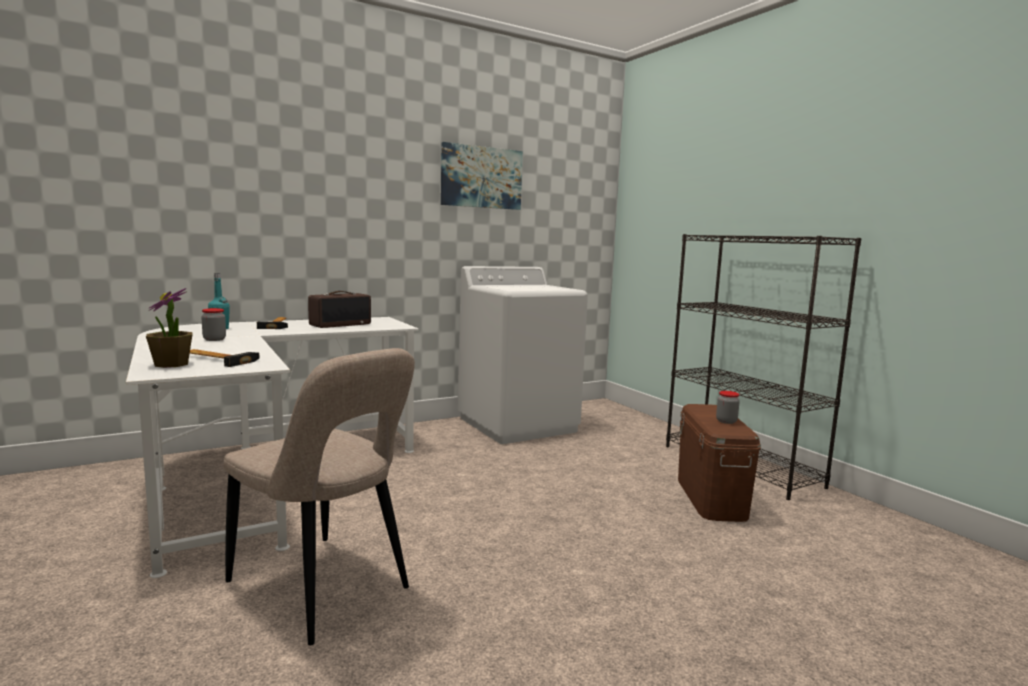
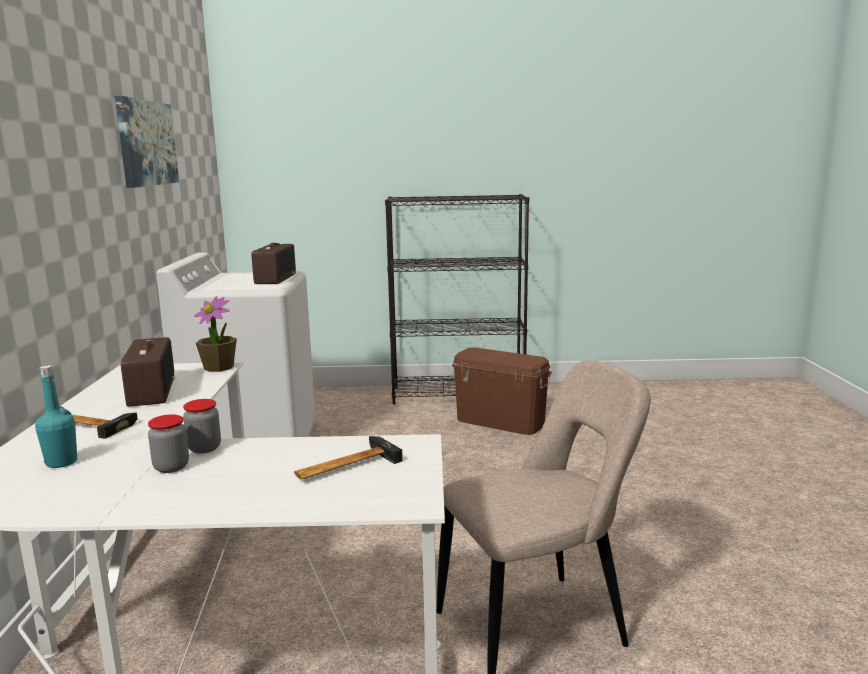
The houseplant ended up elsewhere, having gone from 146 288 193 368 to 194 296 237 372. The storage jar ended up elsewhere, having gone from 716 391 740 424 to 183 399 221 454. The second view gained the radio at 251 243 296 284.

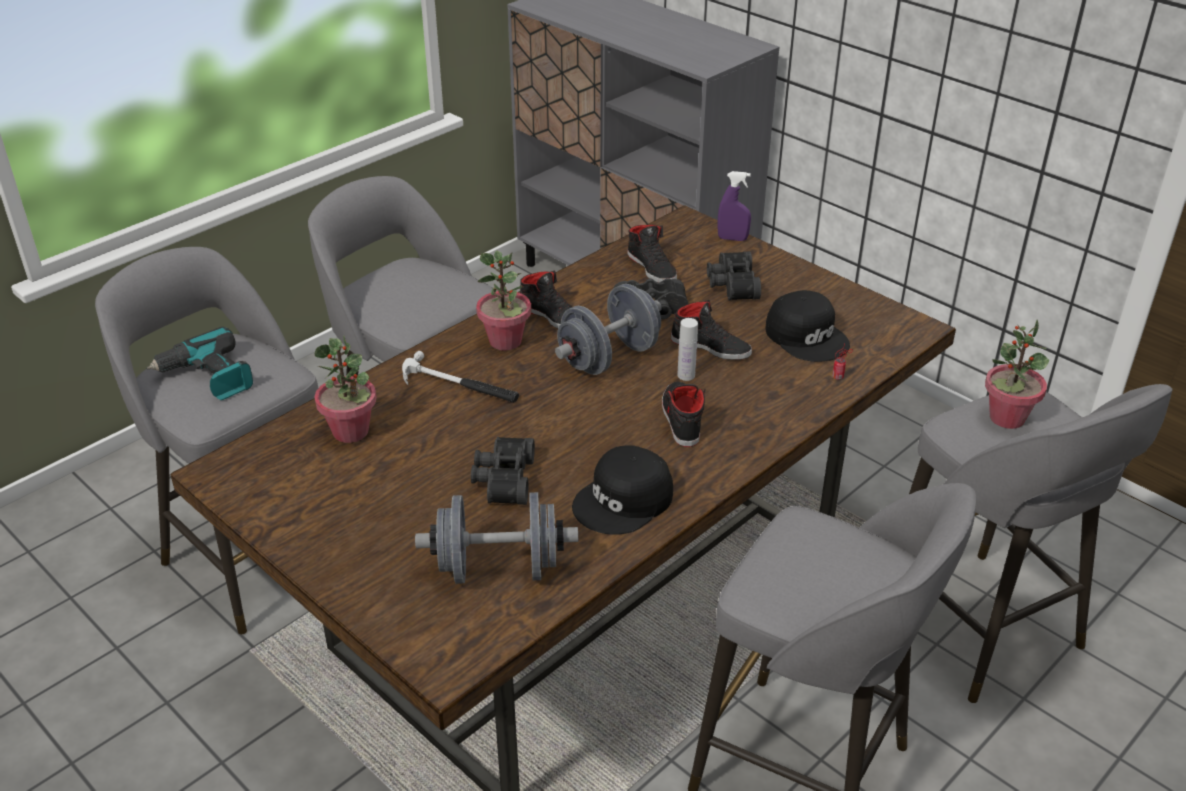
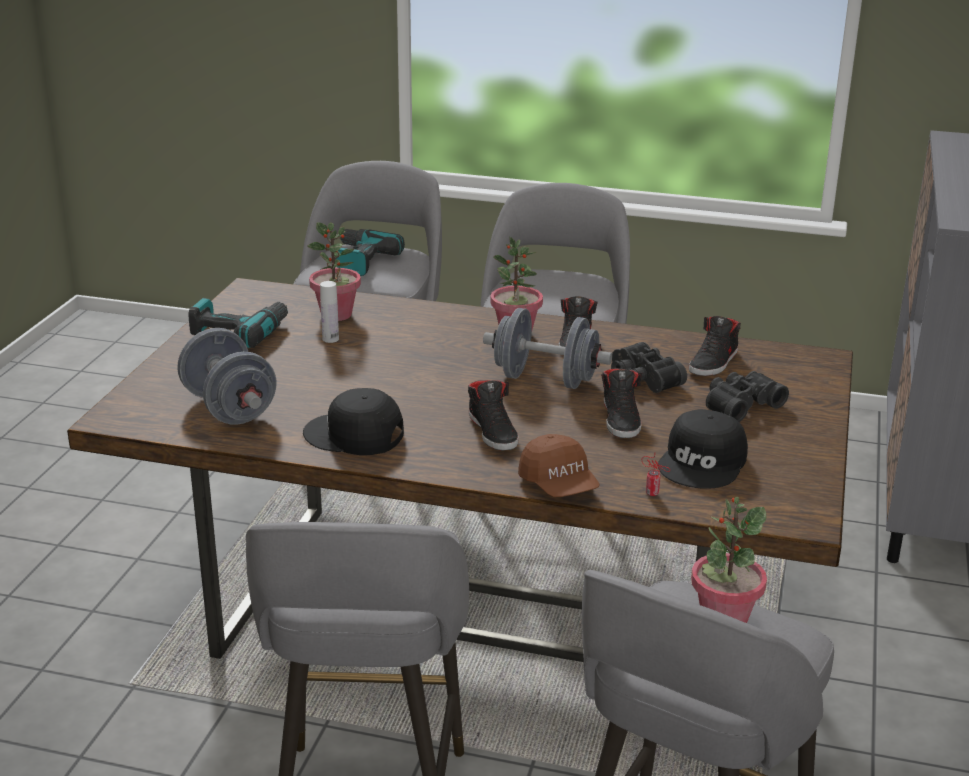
The second view lost the purple spray bottle at 717 171 751 241. The white bottle ended up elsewhere, having gone from 677 318 698 381 to 320 281 339 343. The second view lost the hand hammer at 402 351 519 403. The blackish item of footwear at 662 381 706 447 ended up facing another way, 105 degrees clockwise from before. The second view lost the blackish field glasses at 471 437 535 505. The second view gained the drill at 188 298 288 348. The second view gained the brown-coloured cap at 518 434 600 497.

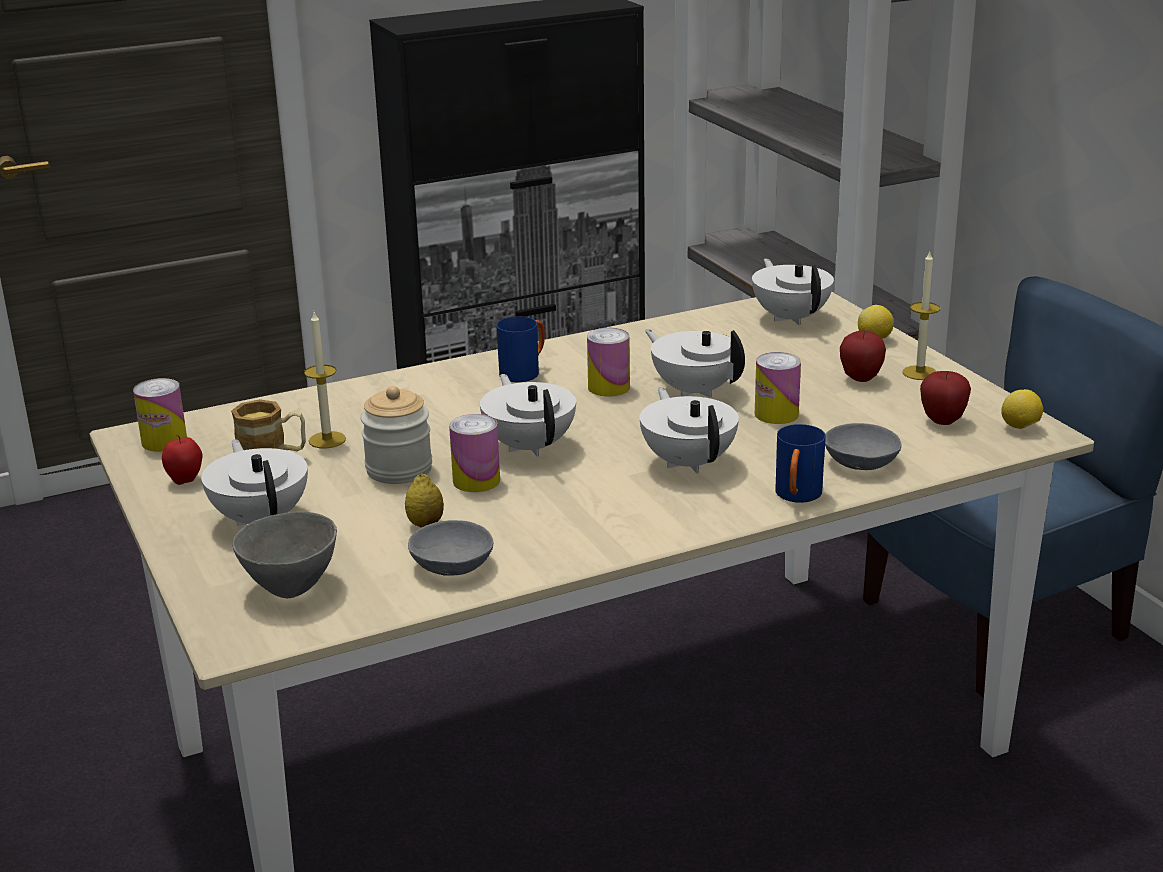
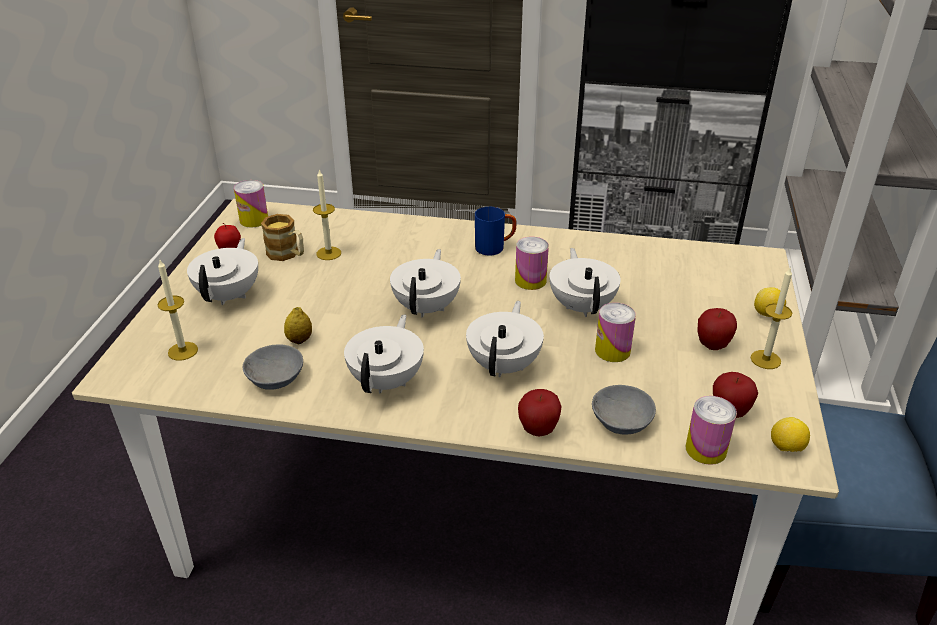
The white tea pot ended up elsewhere, having gone from 752 259 834 325 to 344 314 424 394. The second view lost the storage jar at 360 386 432 484. The can ended up elsewhere, having gone from 449 414 500 492 to 685 396 737 465. Where the blue coffee mug stood at 775 424 826 503, the apple came to stand at 518 389 562 437. Where the greyish bowl stood at 232 511 337 598, the wax candle came to stand at 157 260 198 361.

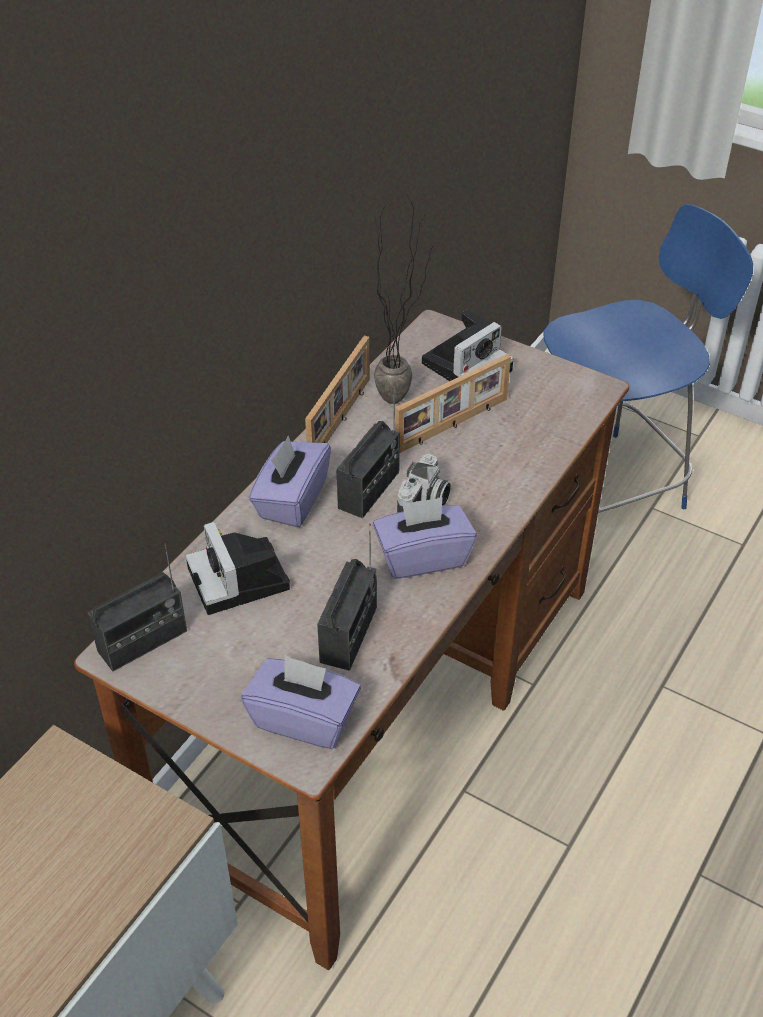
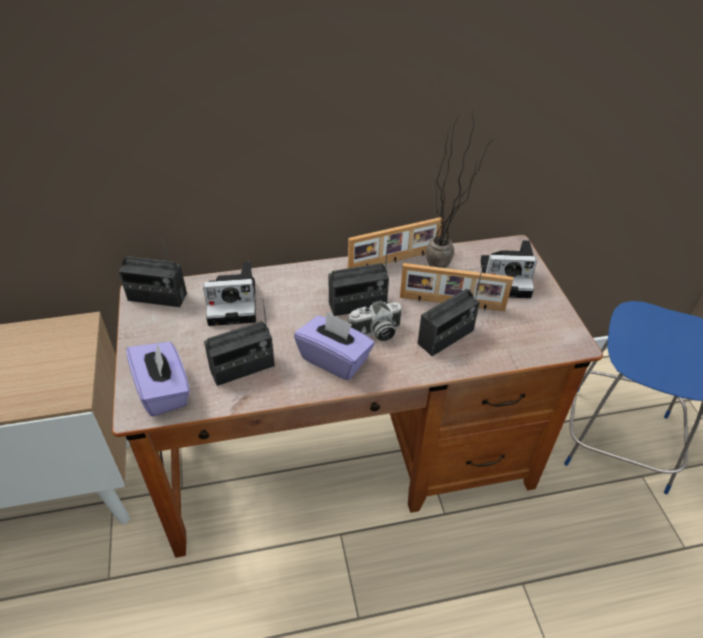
The second view lost the purple tissue holder at 249 436 331 527. The photo camera at 186 522 290 615 ended up facing another way, 120 degrees counterclockwise from before. The second view gained the radio at 418 265 483 356.

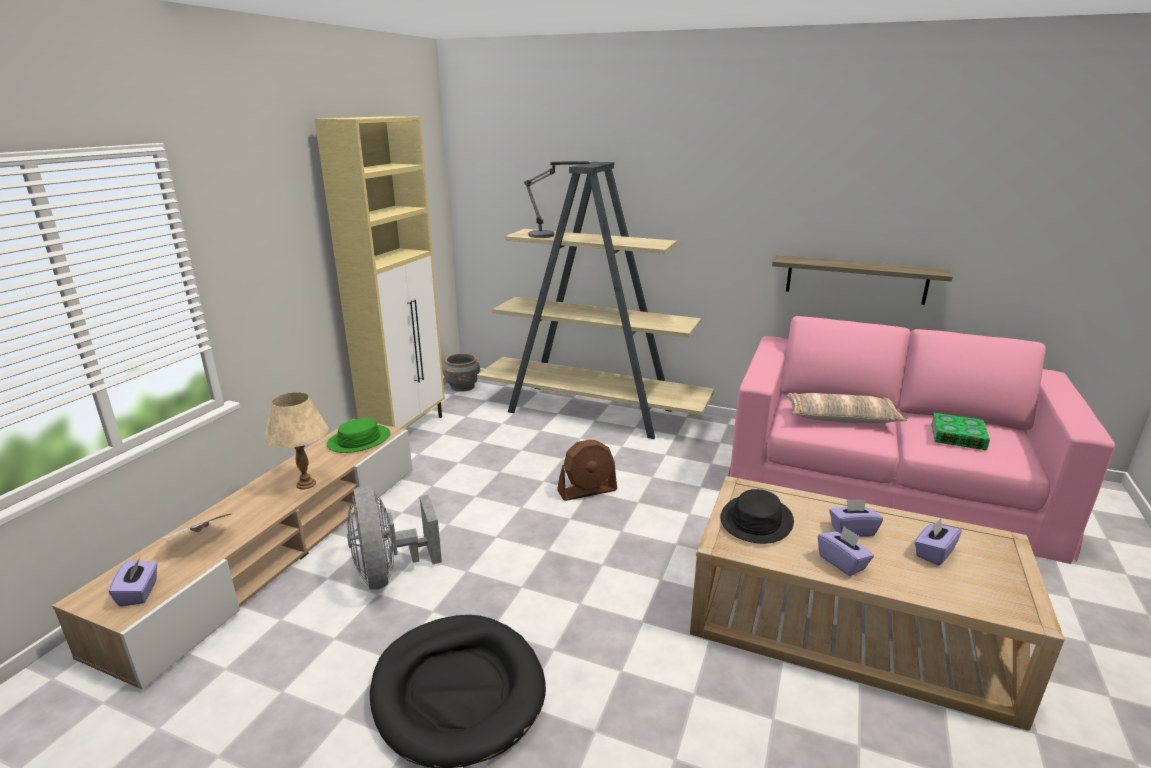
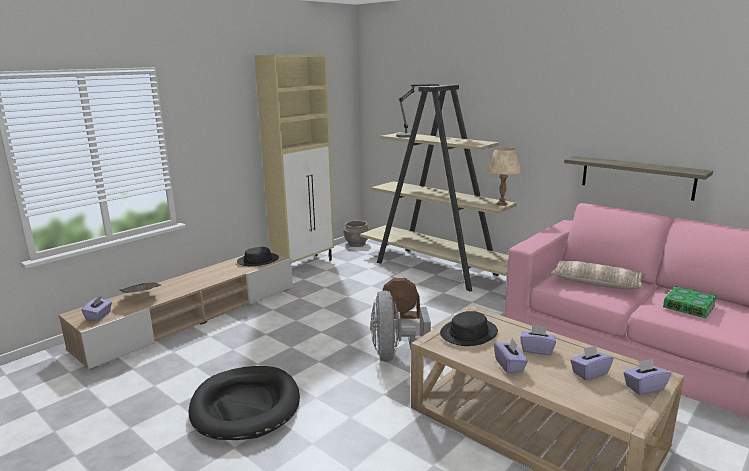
The beige table lamp ended up elsewhere, having gone from 264 392 328 489 to 486 147 522 206. What was the greenish clothing hat at 326 418 391 453 turned into the blackish clothing hat at 237 247 279 266. The greyish cooling fan ended up elsewhere, having gone from 347 485 442 590 to 370 291 431 362. The second view gained the purple tissue holder at 623 359 671 395.

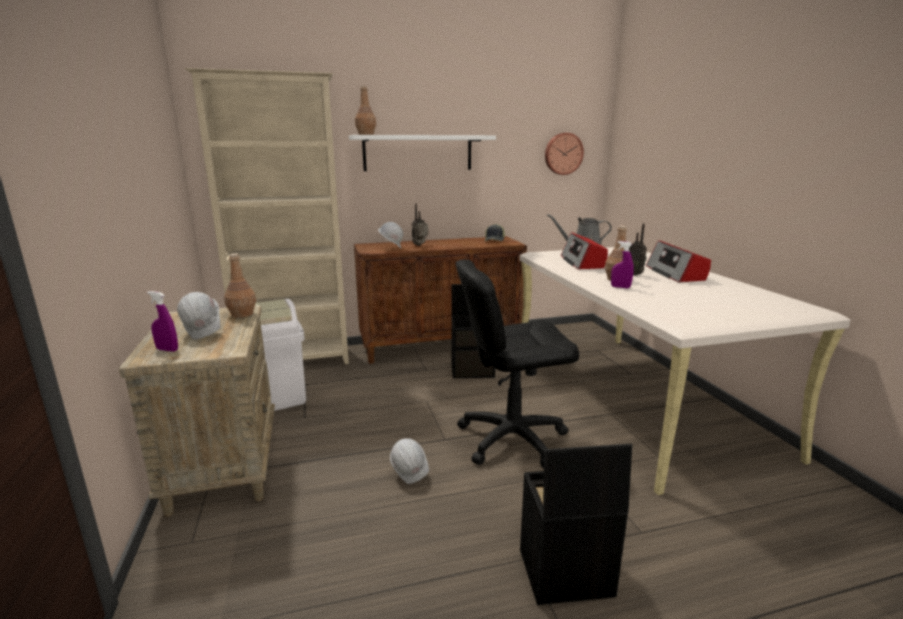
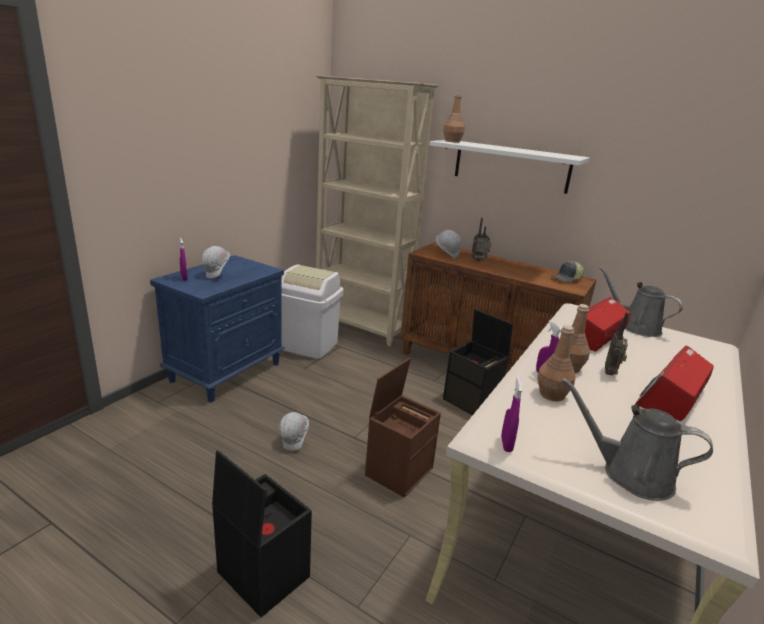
The second view lost the hanging clock at 545 133 584 175. The brown-coloured bottle ended up elsewhere, having gone from 224 253 256 318 to 537 325 576 401. Where the blackish desk chair stood at 456 260 579 469, the brown-coloured storage container came to stand at 365 358 441 497. What was the beige night table at 119 305 275 517 turned into the blue night table at 150 255 285 402. The second view gained the purple spray bottle at 501 376 523 452. The second view gained the greyish watering pot at 561 378 713 501.

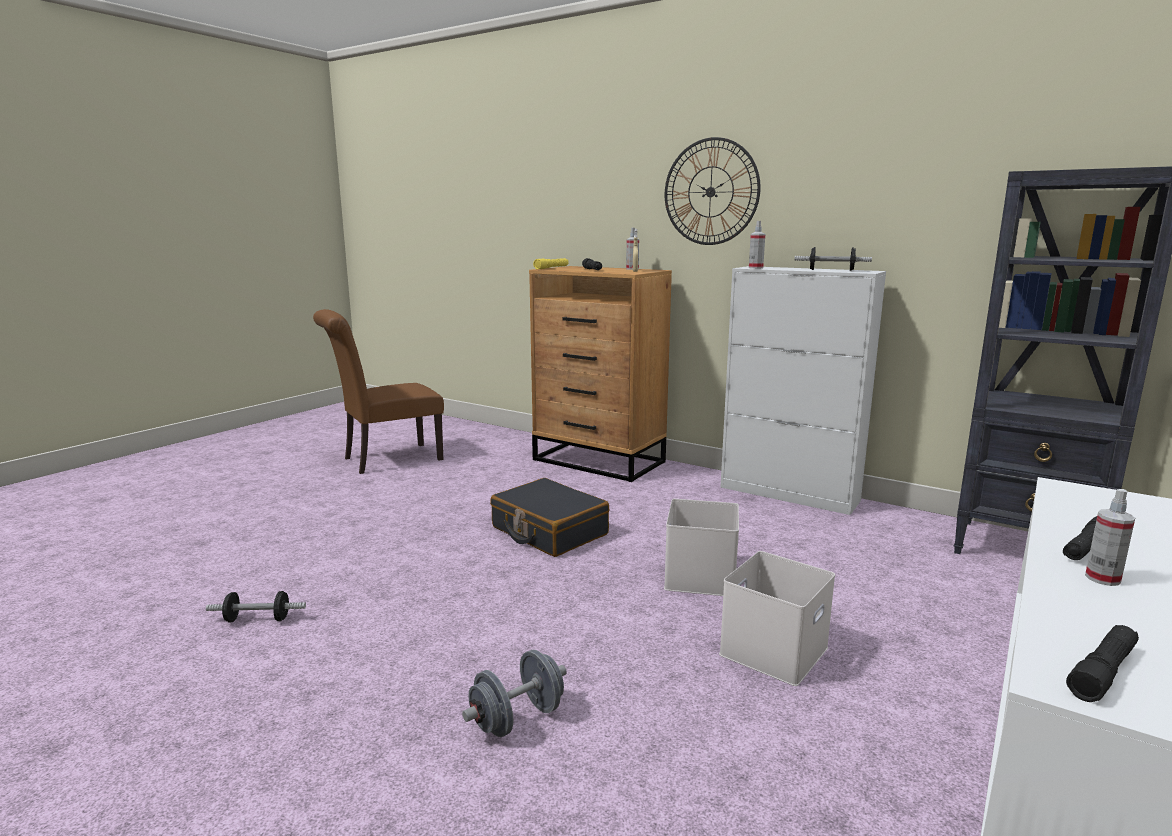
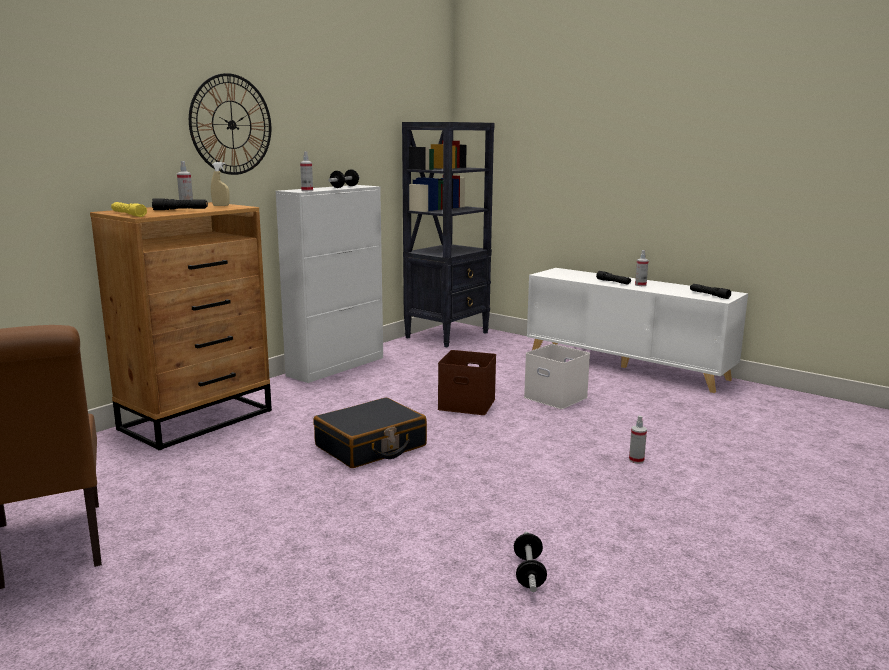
What was the white storage container at 664 499 739 596 turned into the brown-coloured storage container at 438 350 496 415. Where the greyish free weight stood at 462 650 567 737, the spray bottle came to stand at 629 416 647 464.

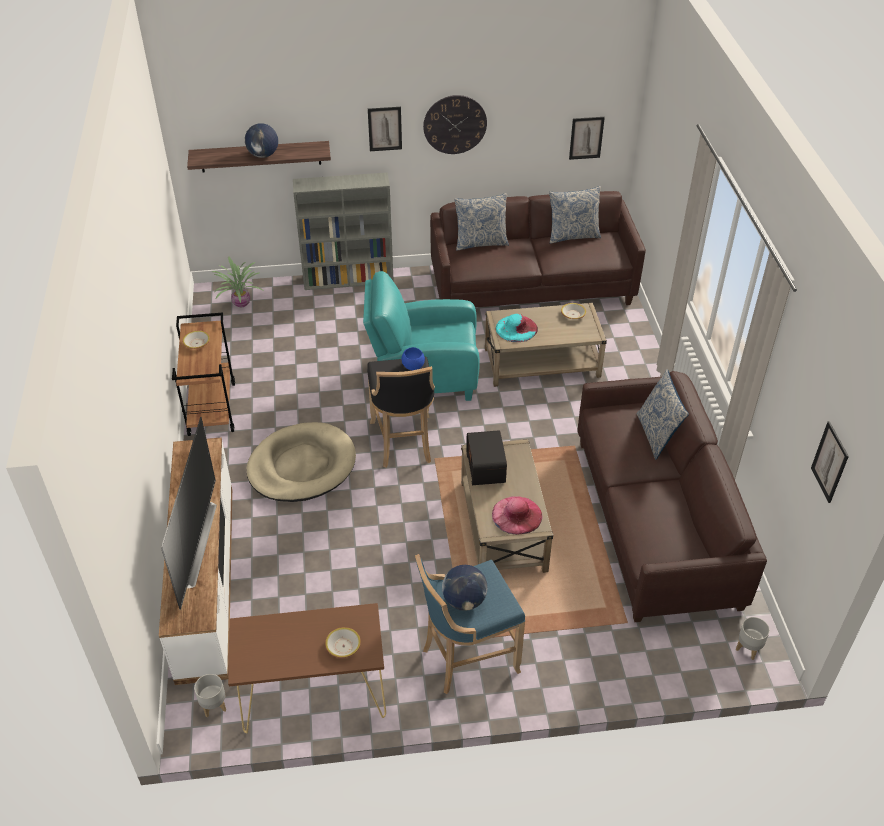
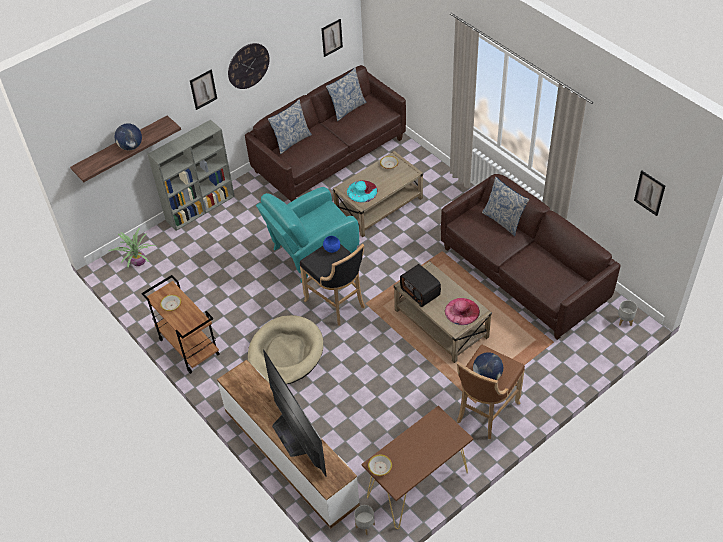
What was the blue stool at 415 554 525 694 turned into the brown-coloured stool at 457 345 525 439. The bowl ended up elsewhere, having gone from 325 627 361 658 to 368 454 392 476.

